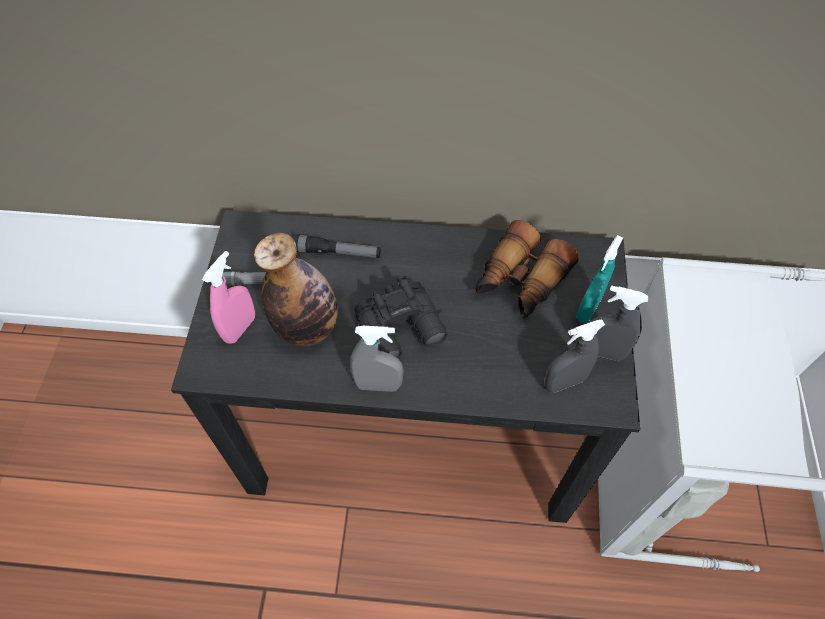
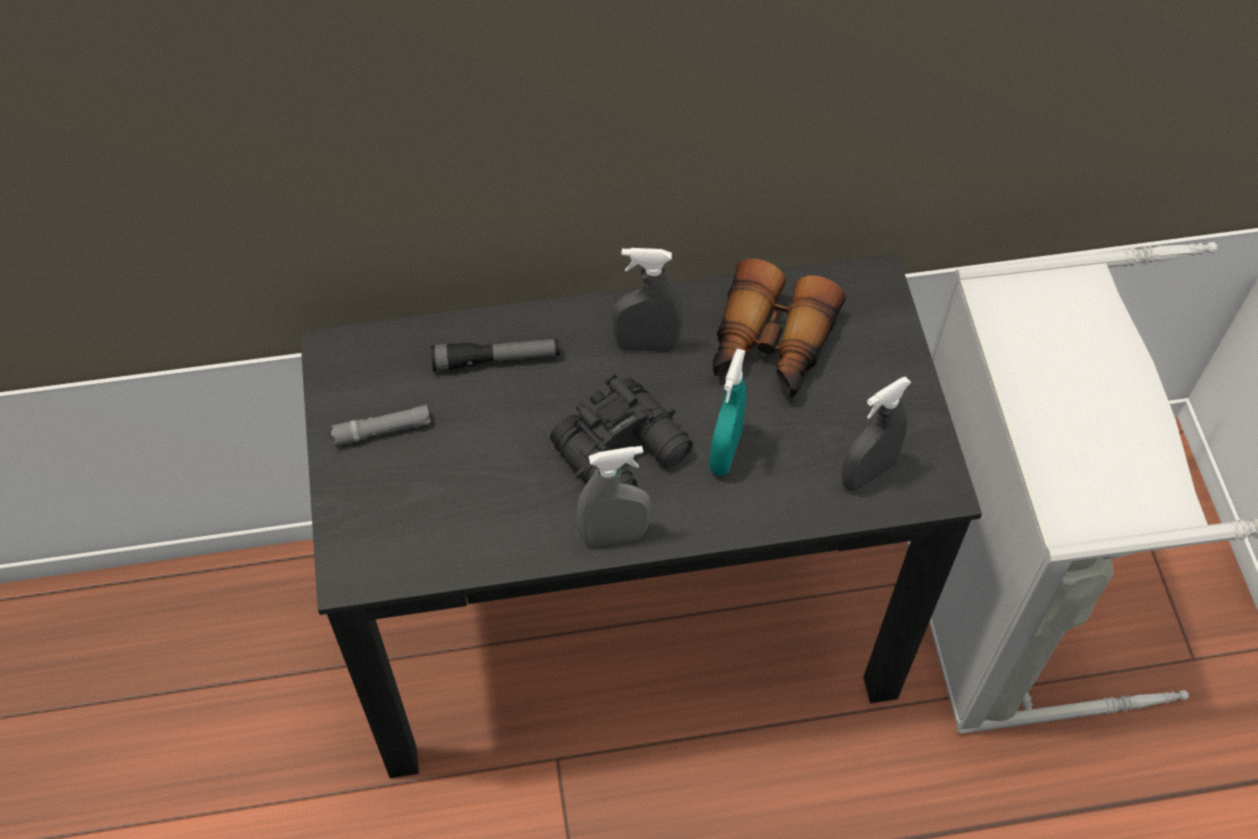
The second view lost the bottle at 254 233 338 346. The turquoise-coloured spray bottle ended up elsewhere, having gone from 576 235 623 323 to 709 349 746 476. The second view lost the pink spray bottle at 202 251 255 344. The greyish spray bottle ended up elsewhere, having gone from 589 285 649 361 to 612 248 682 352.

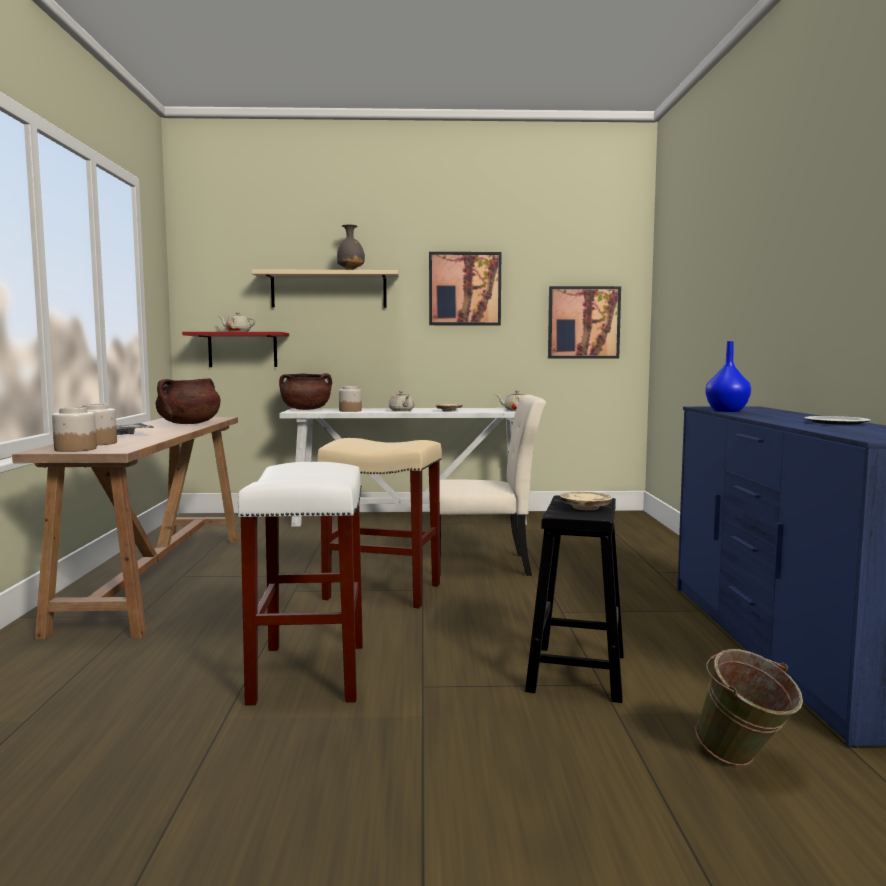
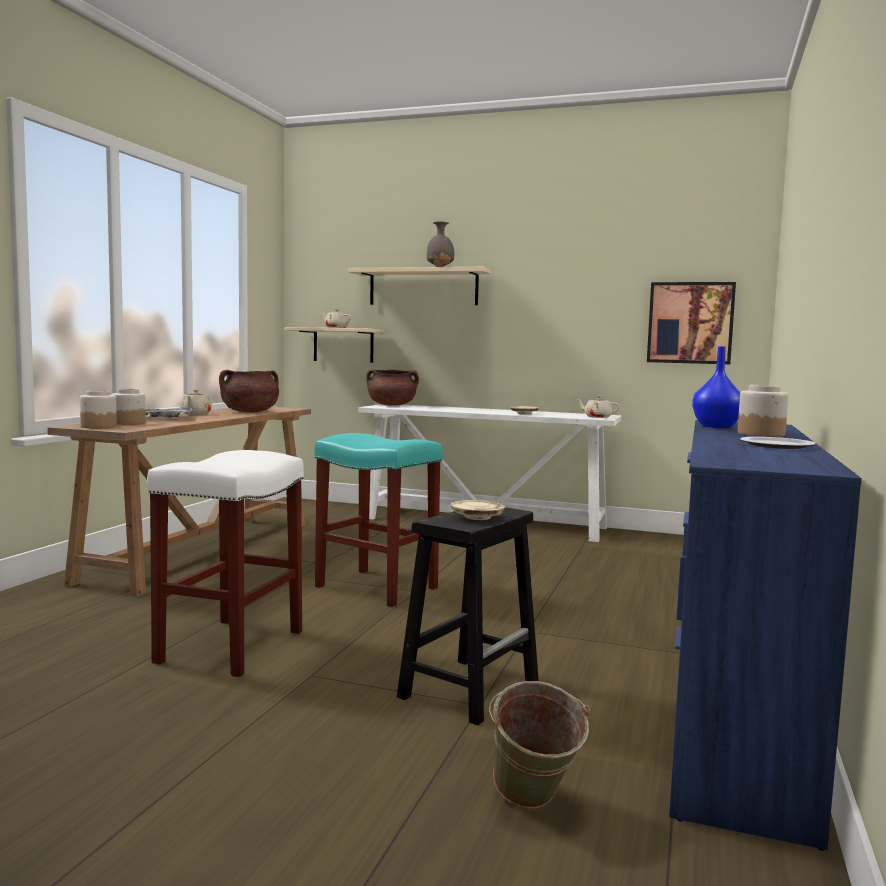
The second view lost the wall art at 429 252 501 325. What was the red bracket shelf at 182 332 289 367 turned into the beige bracket shelf at 284 327 385 363. The storage jar ended up elsewhere, having gone from 339 386 362 412 to 738 385 789 437. The beige tea pot ended up elsewhere, having gone from 389 391 414 411 to 180 390 212 414. The second view lost the beige upright chair at 440 395 546 576. What was the beige stool at 317 438 442 608 turned into the turquoise-coloured stool at 315 433 443 607.

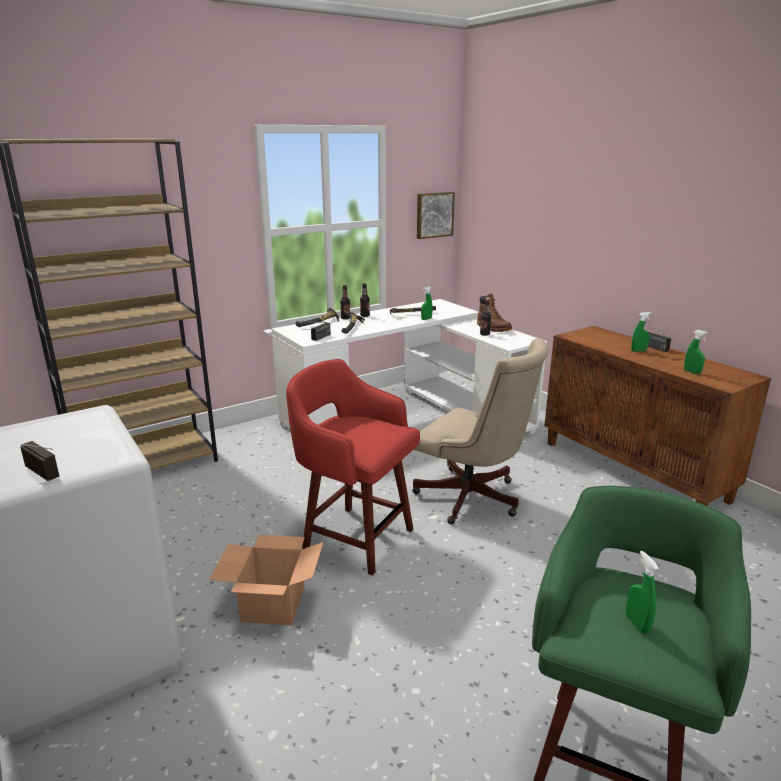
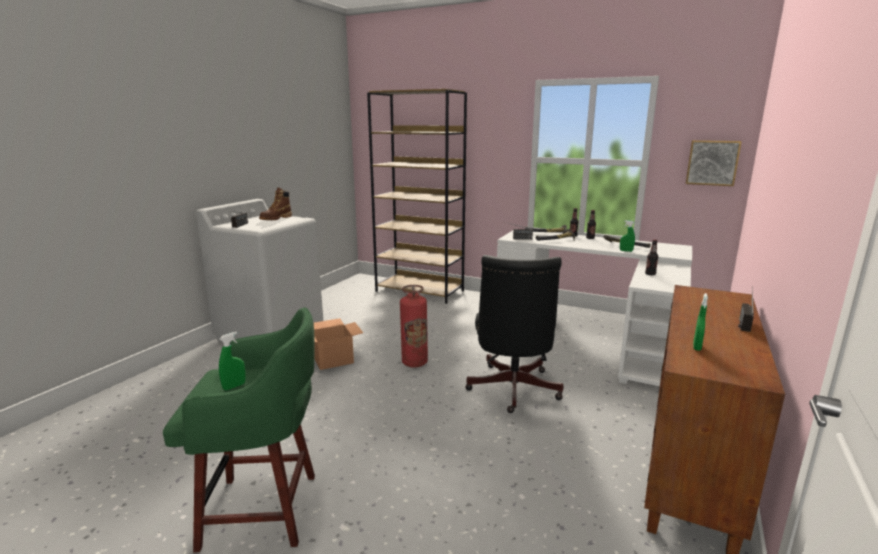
The brown-coloured high-top boot ended up elsewhere, having gone from 477 294 512 332 to 259 188 292 220. The second view lost the greenish spray bottle at 631 312 652 352. What was the beige desk chair at 412 338 548 524 turned into the blackish desk chair at 465 255 564 413. Where the red stool stood at 286 359 420 576, the fire extinguisher came to stand at 400 285 428 368.

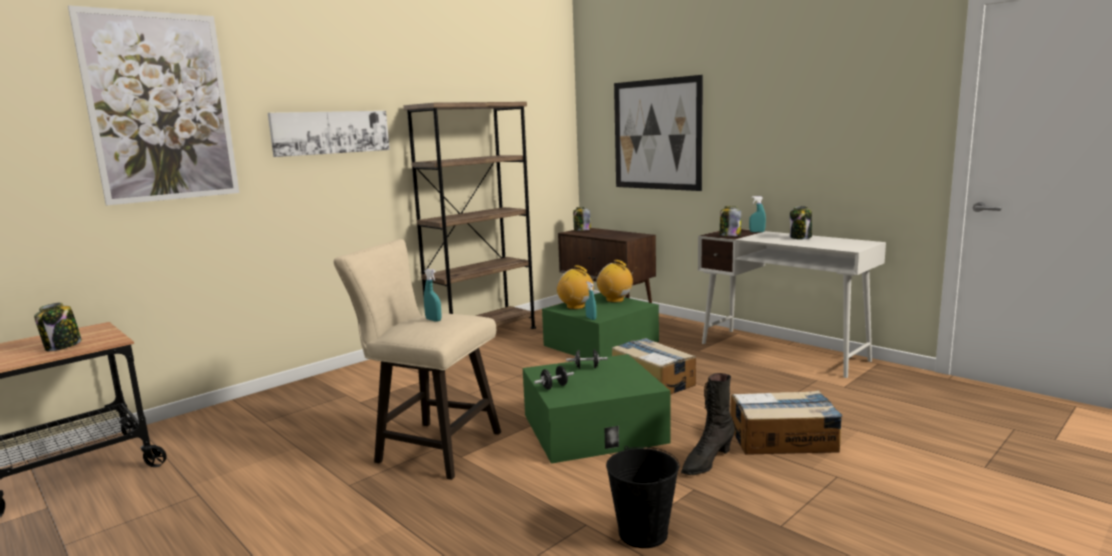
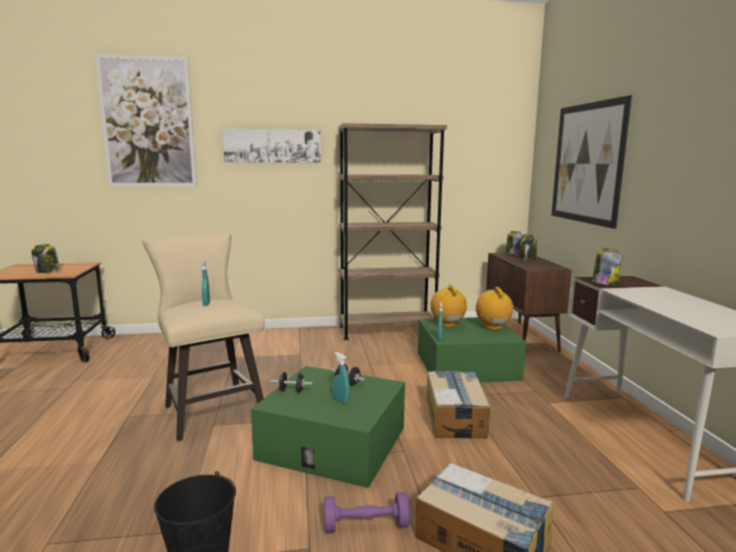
The turquoise-coloured spray bottle ended up elsewhere, having gone from 749 196 766 232 to 333 352 350 404. The storage jar ended up elsewhere, having gone from 790 206 812 239 to 519 234 537 260. Where the blackish high-top boot stood at 681 373 735 475, the purple free weight came to stand at 324 492 410 533.

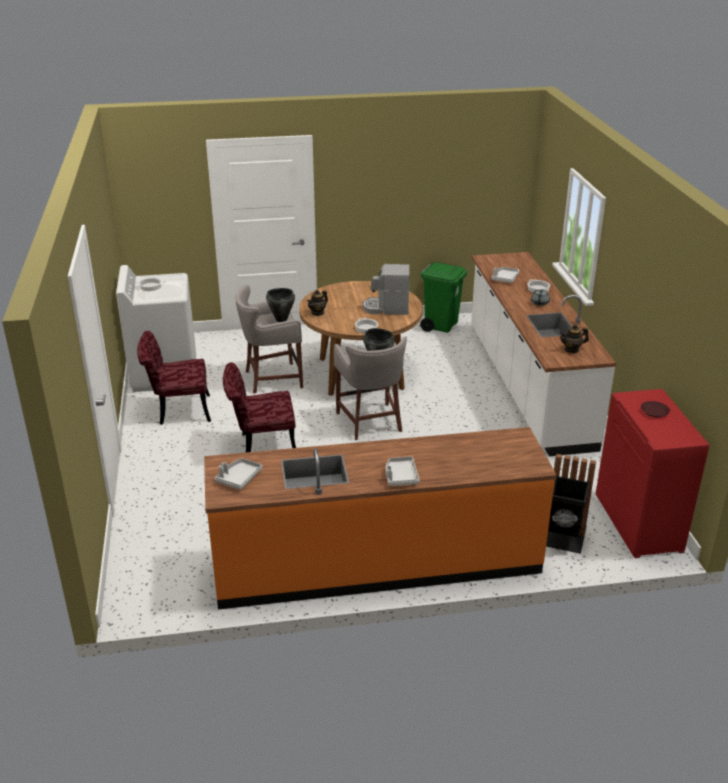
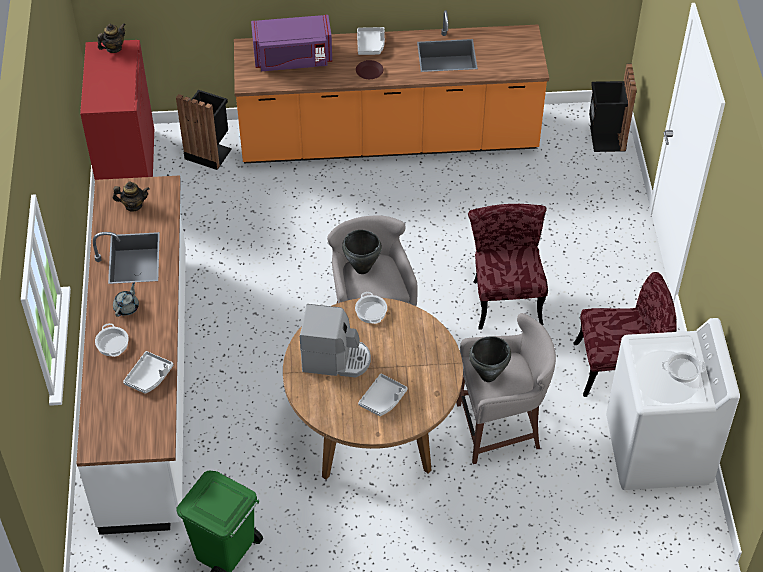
The tea pot ended up elsewhere, having gone from 307 289 328 316 to 97 23 126 53. The red upright chair at 223 362 296 452 ended up facing another way, 90 degrees counterclockwise from before. The brown-coloured dinner plate ended up elsewhere, having gone from 641 401 670 417 to 356 60 383 79. The greyish tray ended up elsewhere, having gone from 215 458 262 490 to 358 374 407 416. The second view gained the purple microwave oven at 251 15 332 71. The second view gained the blackish trash can at 589 64 637 152.

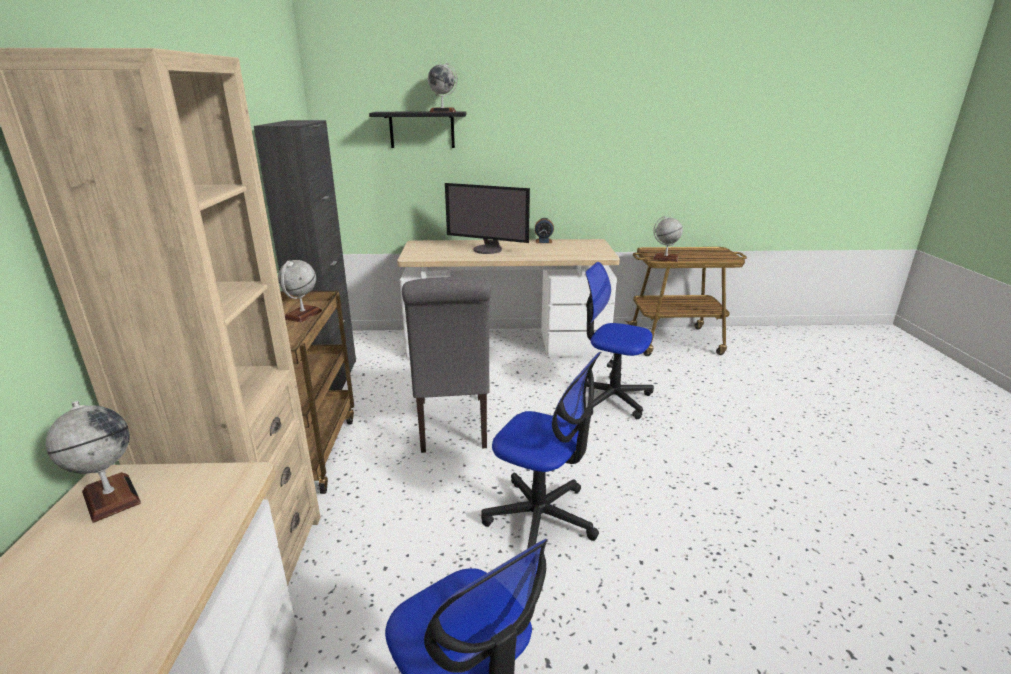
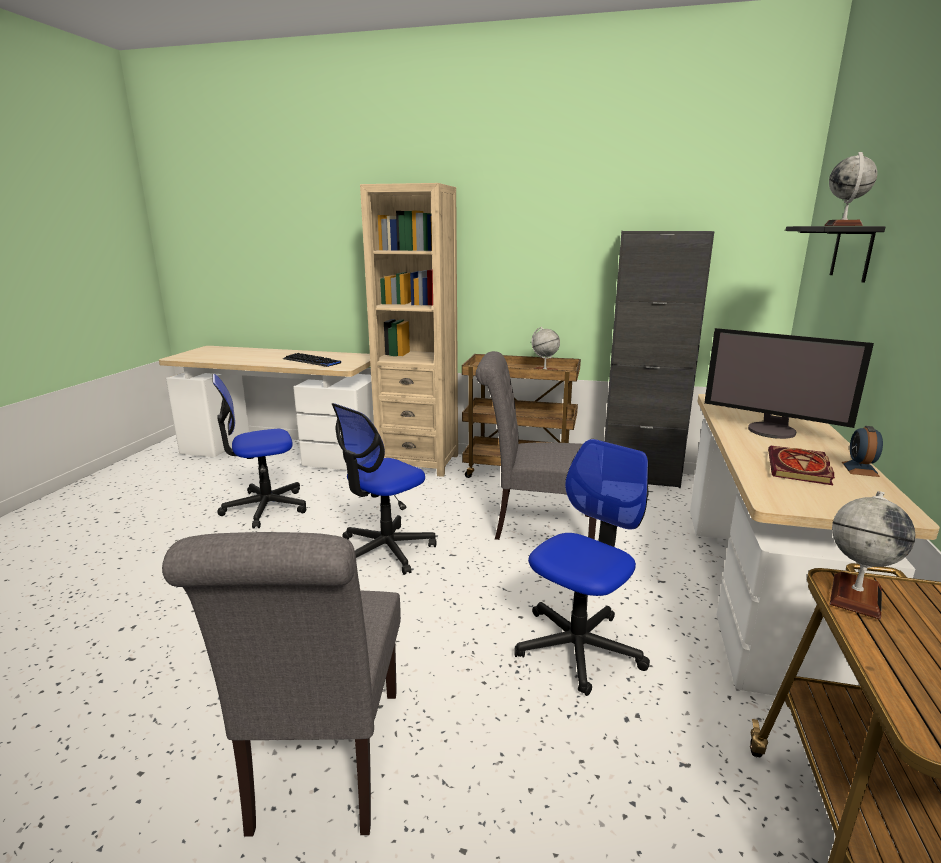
The computer display at 445 183 530 254 ended up facing another way, 90 degrees counterclockwise from before. The second view lost the globe at 46 401 141 523. The second view gained the PC keyboard at 283 353 341 367. The second view gained the volume at 768 445 835 485. The second view gained the greyish upright chair at 162 532 401 837.

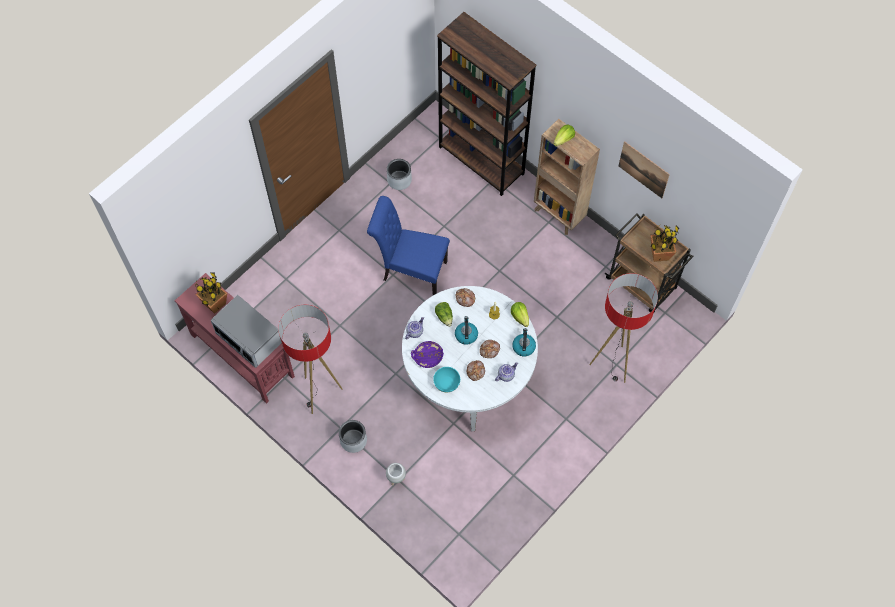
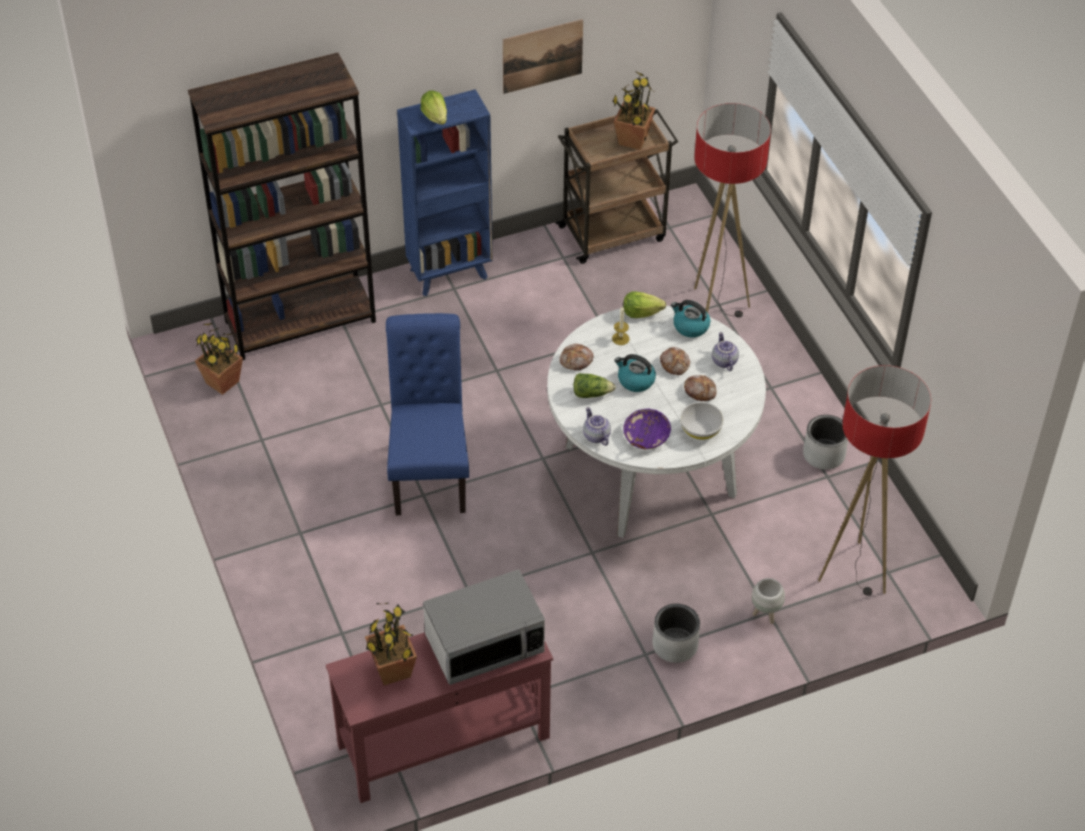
What was the brown-coloured shelving unit at 534 119 600 235 turned into the blue shelving unit at 397 89 493 296. The greyish flower pot ended up elsewhere, having gone from 387 159 412 190 to 803 415 848 470. The blue upright chair at 367 196 450 295 ended up facing another way, 135 degrees clockwise from before. The standard lamp ended up elsewhere, having gone from 278 305 342 414 to 818 365 931 596. What was the turquoise-coloured bowl at 433 367 460 393 turned into the white bowl at 680 402 724 440. The second view gained the houseplant at 195 323 243 395.

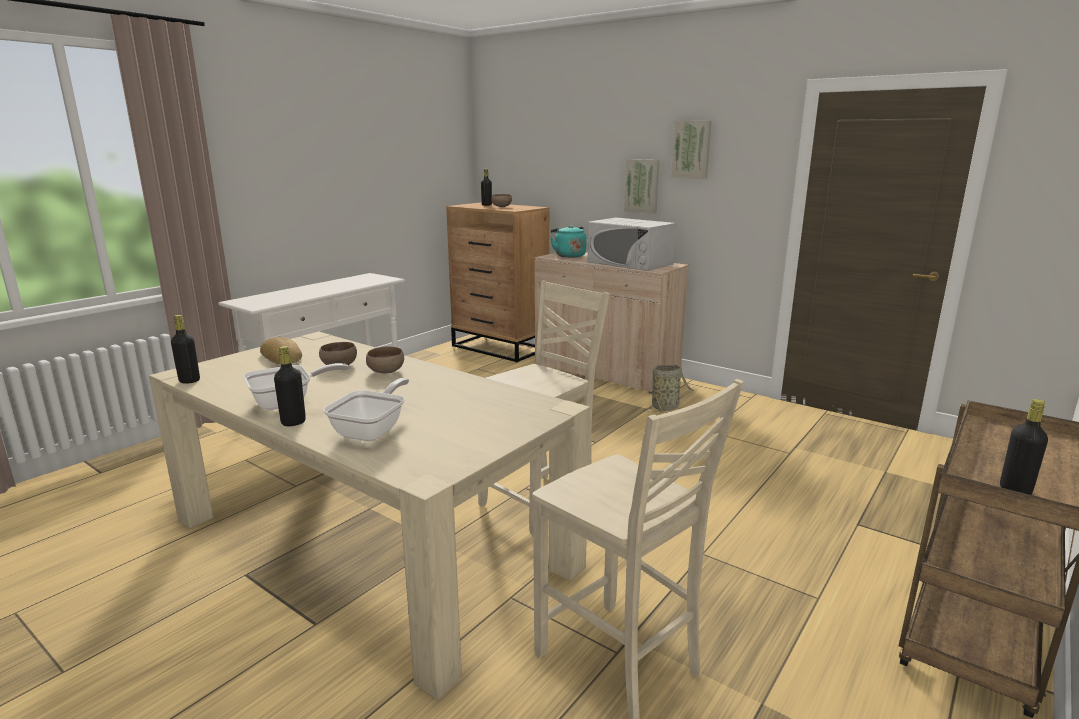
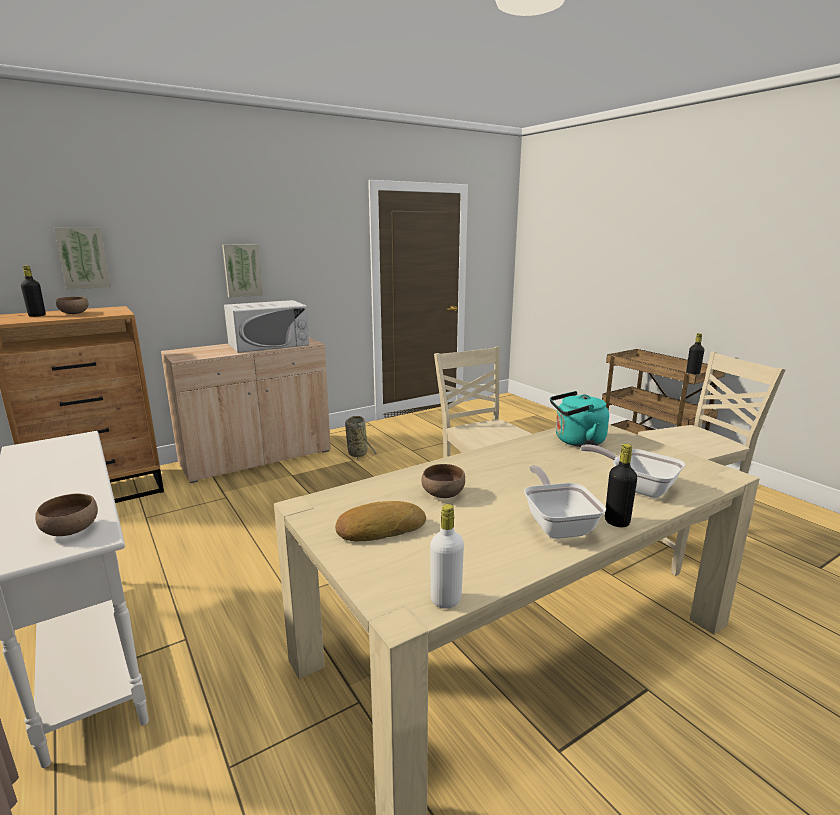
The wall art ended up elsewhere, having gone from 671 121 711 179 to 54 228 111 289. The turquoise-coloured water kettle ended up elsewhere, having gone from 551 225 587 258 to 550 391 609 447. What was the blackish bottle at 171 315 200 384 turned into the white bottle at 430 504 464 609. The brown-coloured bowl ended up elsewhere, having gone from 366 346 404 373 to 35 493 98 536.

